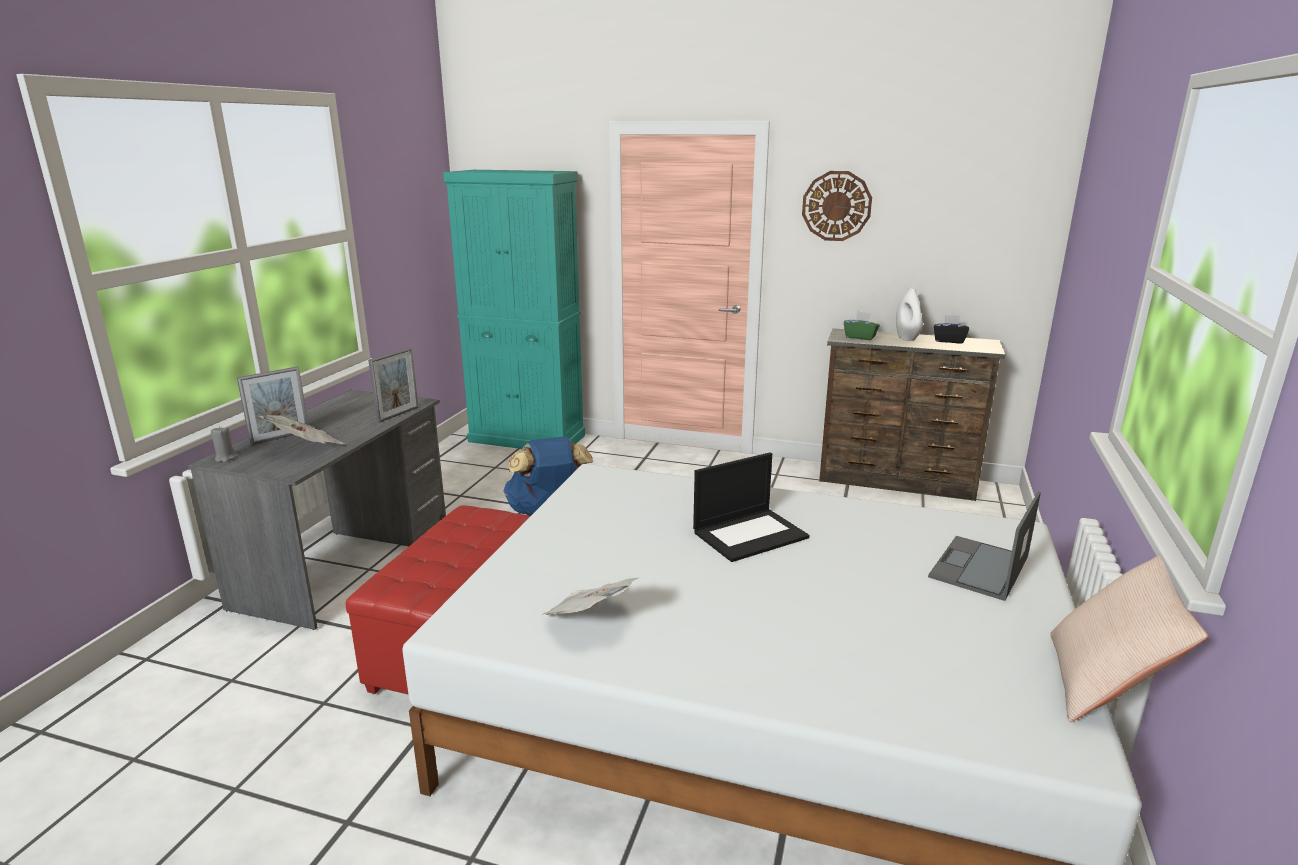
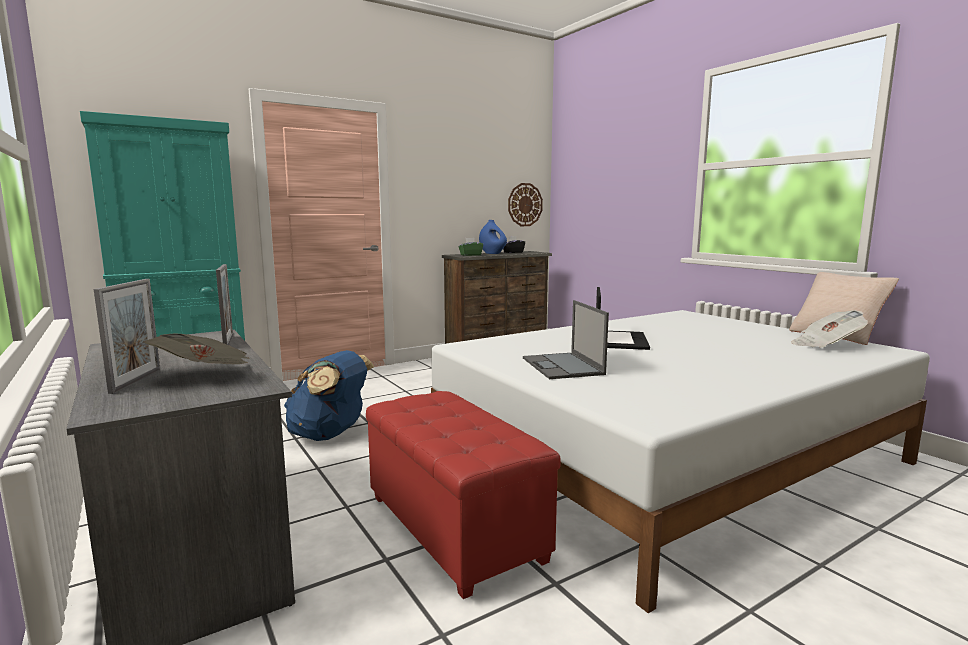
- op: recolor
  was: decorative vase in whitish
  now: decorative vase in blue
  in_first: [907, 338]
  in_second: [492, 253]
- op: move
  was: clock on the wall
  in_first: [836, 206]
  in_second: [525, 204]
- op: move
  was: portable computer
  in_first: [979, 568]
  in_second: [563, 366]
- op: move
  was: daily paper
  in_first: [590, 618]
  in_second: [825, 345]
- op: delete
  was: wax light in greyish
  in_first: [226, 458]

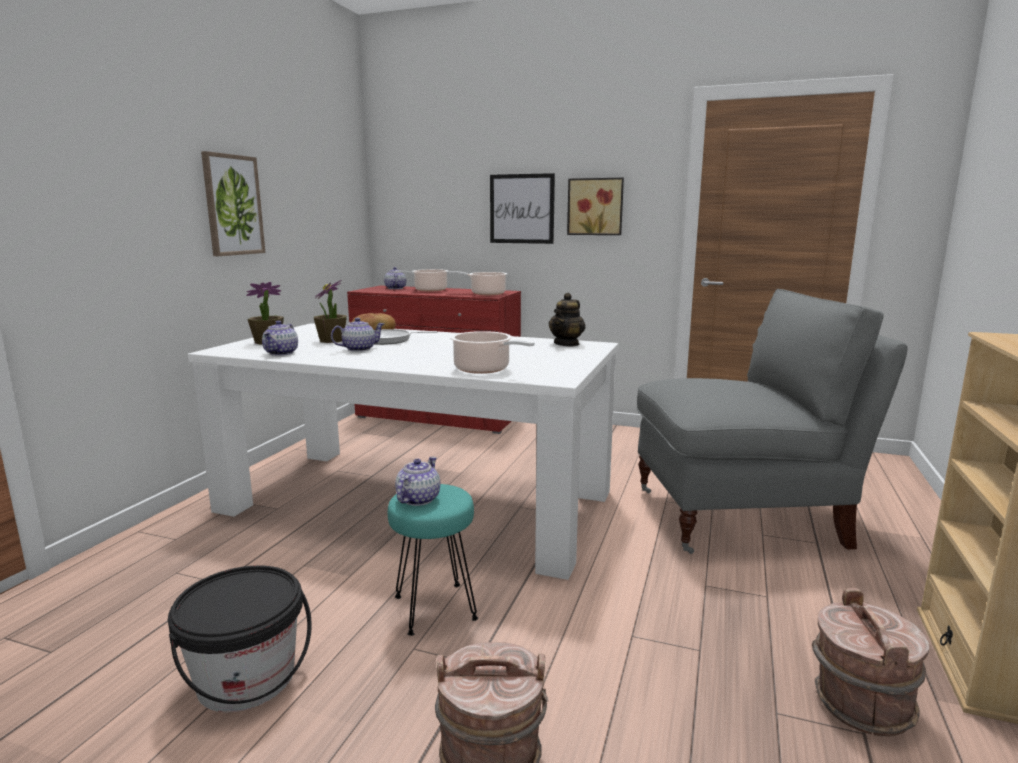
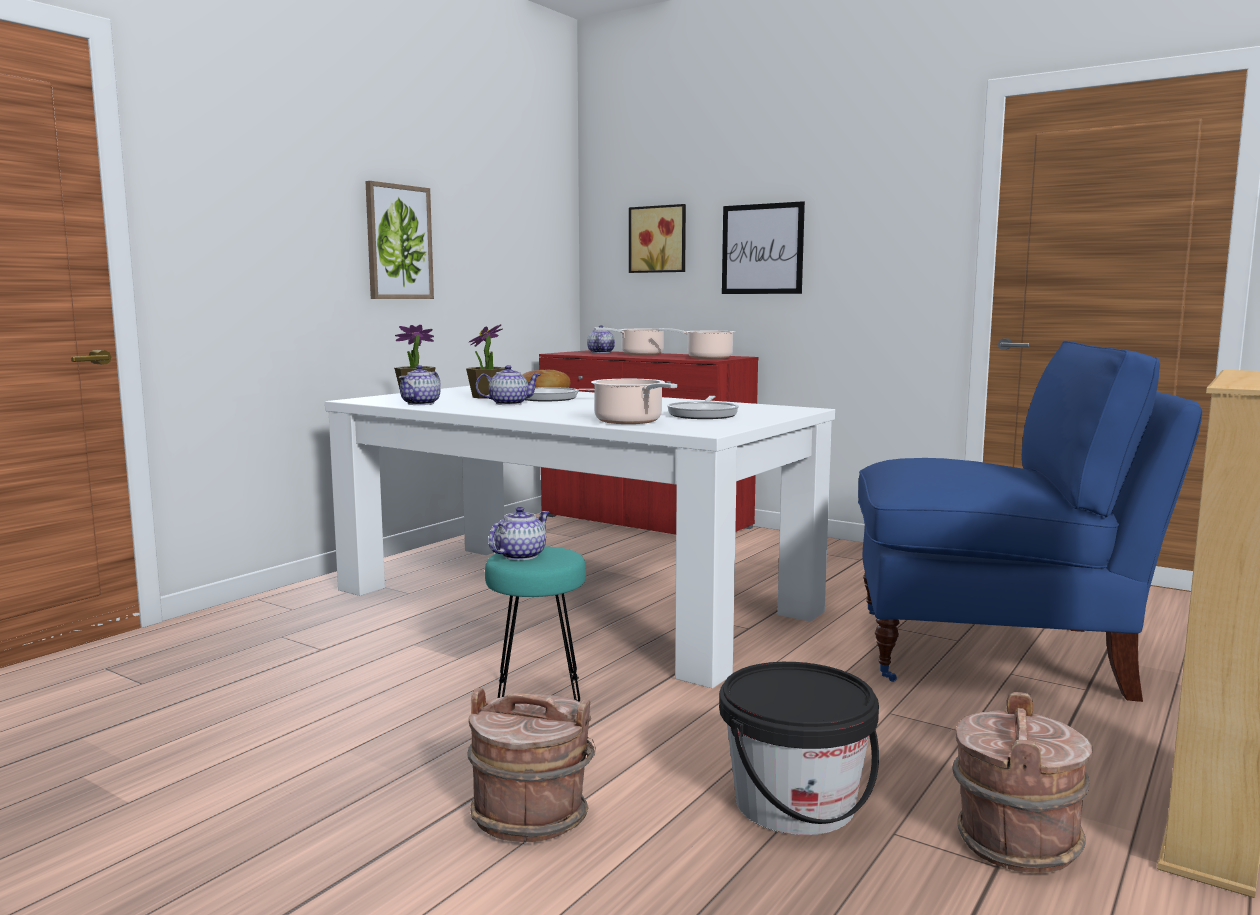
- op: move
  was: wall picture
  in_first: [595, 206]
  in_second: [659, 239]
- op: insert
  now: pan
  in_second: [704, 414]
- op: move
  was: pail in black-coloured
  in_first: [247, 679]
  in_second: [795, 803]
- op: recolor
  was: plain chair in greyish
  now: plain chair in blue
  in_first: [741, 517]
  in_second: [993, 653]
- op: delete
  was: pot for tea
  in_first: [567, 344]

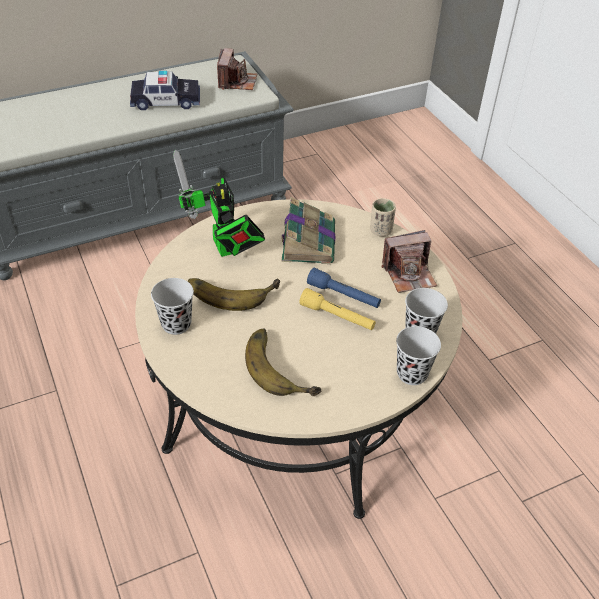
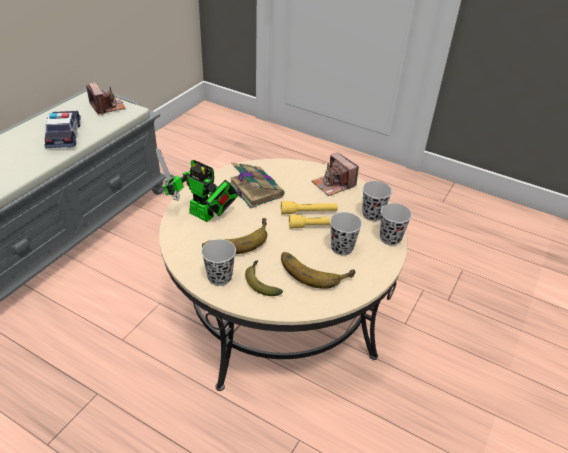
- op: rotate
  was: miniature car
  in_first: [166, 101]
  in_second: [64, 135]
  clockwise: -60
- op: insert
  now: whole banana
  in_second: [261, 282]
- op: recolor
  was: flashlight in blue
  now: flashlight in yellow
  in_first: [343, 295]
  in_second: [308, 212]
- op: rotate
  was: still camera
  in_first: [409, 274]
  in_second: [333, 184]
  clockwise: 105
- op: insert
  now: drinking cup in black-coloured
  in_second: [342, 248]
- op: delete
  was: drinking cup in sand-coloured
  in_first: [380, 231]

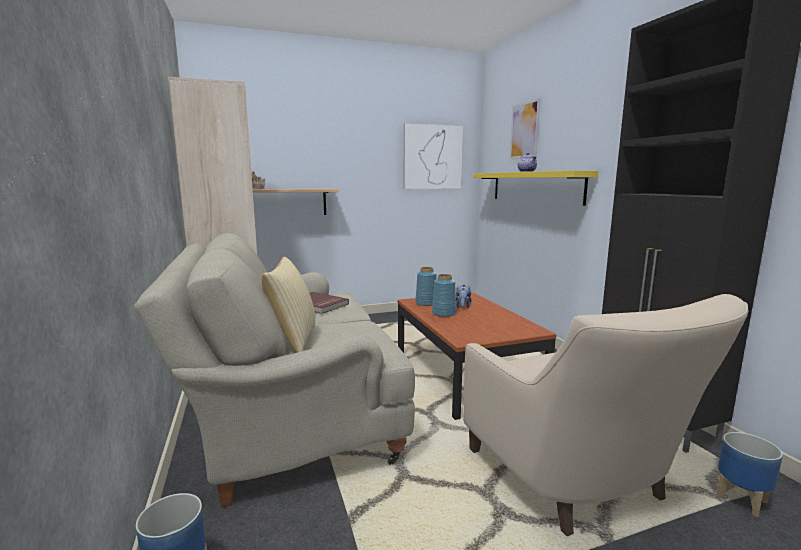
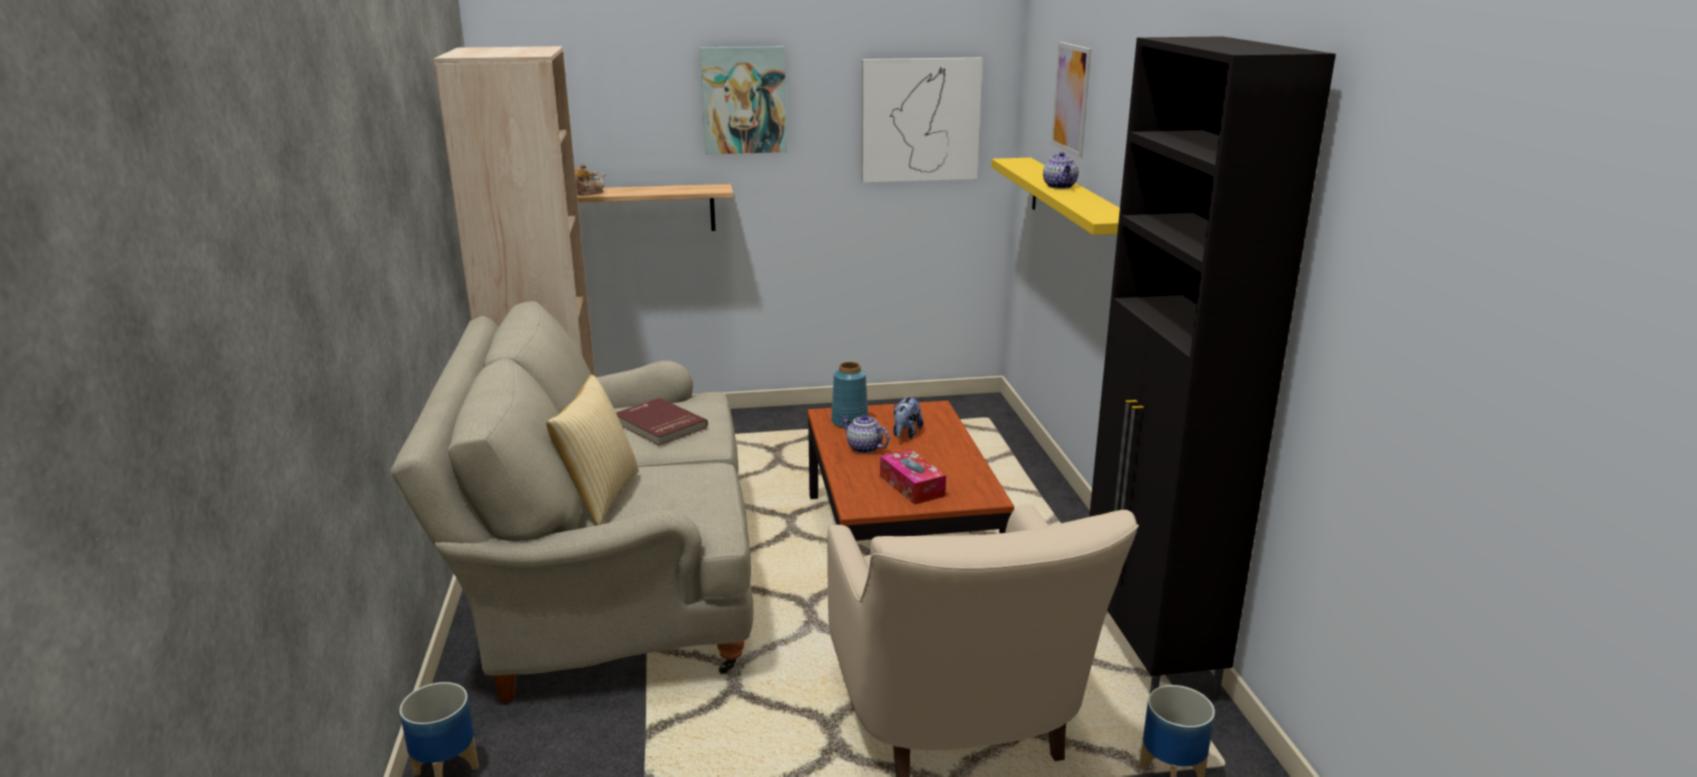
- op: insert
  now: wall picture
  in_second: [744, 100]
- op: replace
  was: decorative vase in blue
  now: pot for tea
  in_first: [443, 313]
  in_second: [863, 448]
- op: insert
  now: tissue holder
  in_second: [912, 486]

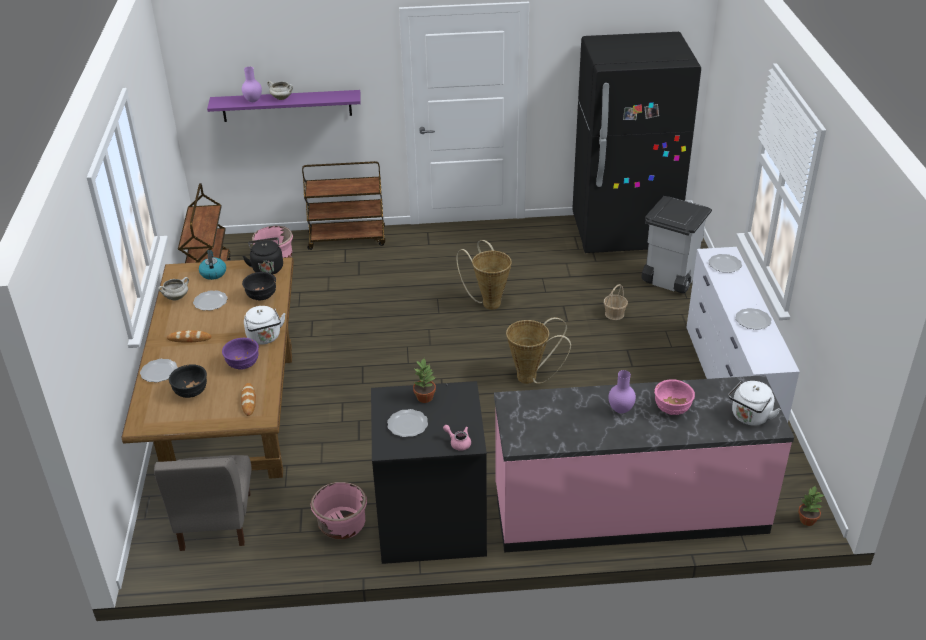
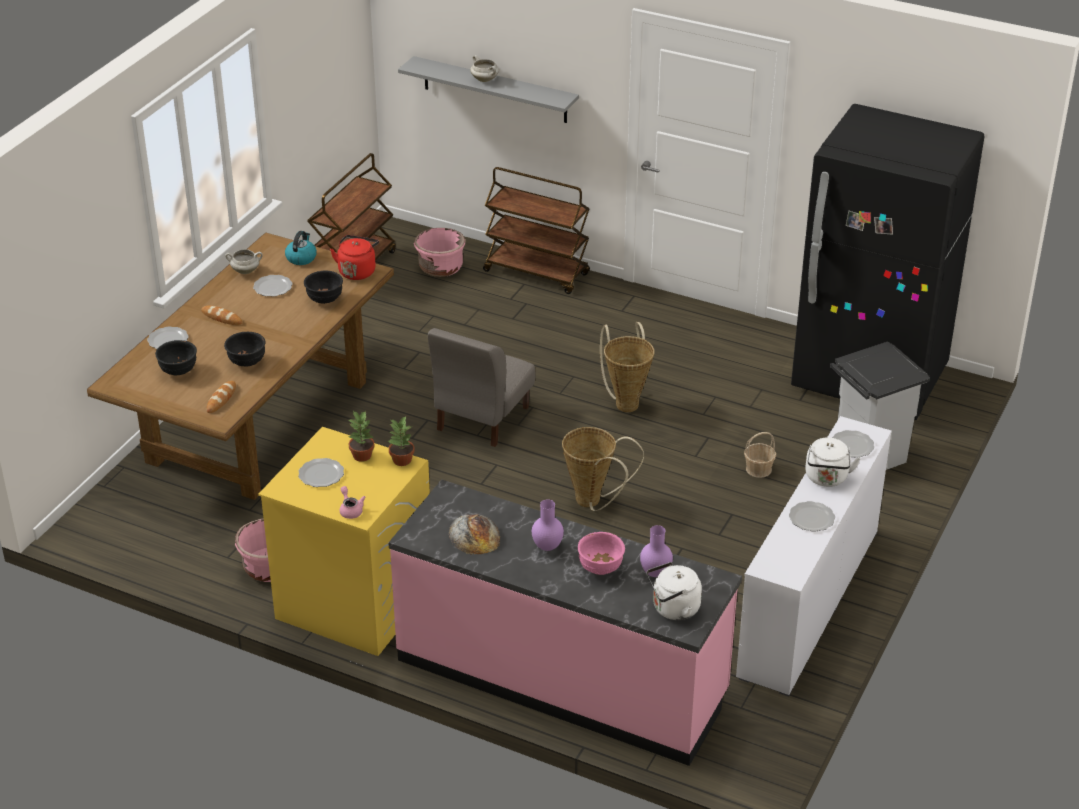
- op: recolor
  was: serving bowl in purplish
  now: serving bowl in black-coloured
  in_first: [242, 365]
  in_second: [246, 362]
- op: recolor
  was: washing machine in black-coloured
  now: washing machine in yellow
  in_first: [430, 523]
  in_second: [353, 602]
- op: recolor
  was: water kettle in black-coloured
  now: water kettle in red
  in_first: [267, 268]
  in_second: [357, 271]
- op: move
  was: plant in a pot
  in_first: [807, 520]
  in_second: [401, 460]
- op: recolor
  was: wall shelf in purplish
  now: wall shelf in greyish
  in_first: [286, 105]
  in_second: [495, 90]
- op: move
  was: plain chair in greyish
  in_first: [215, 522]
  in_second: [482, 418]
- op: insert
  now: baked bread
  in_second: [474, 535]
- op: move
  was: decorative vase in purplish
  in_first: [253, 101]
  in_second: [654, 573]
- op: move
  was: water kettle in whitish
  in_first: [265, 338]
  in_second: [827, 479]

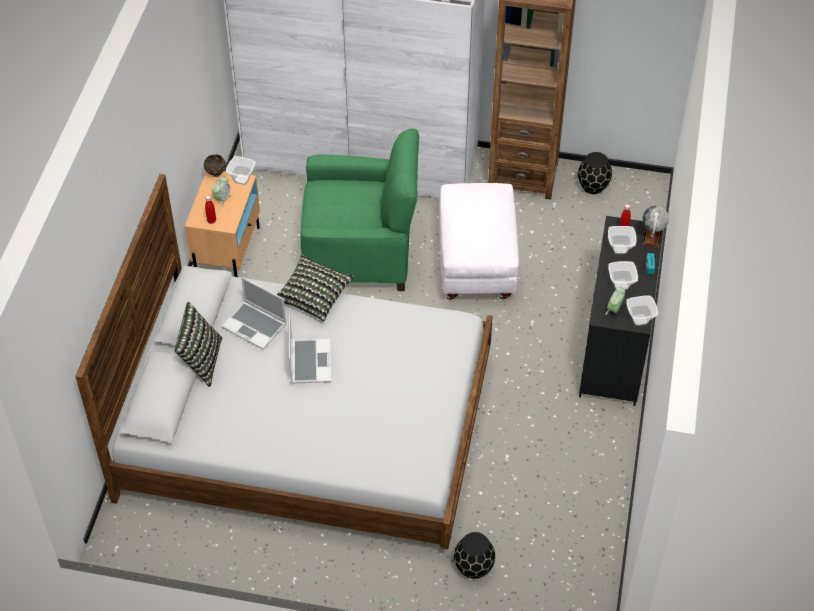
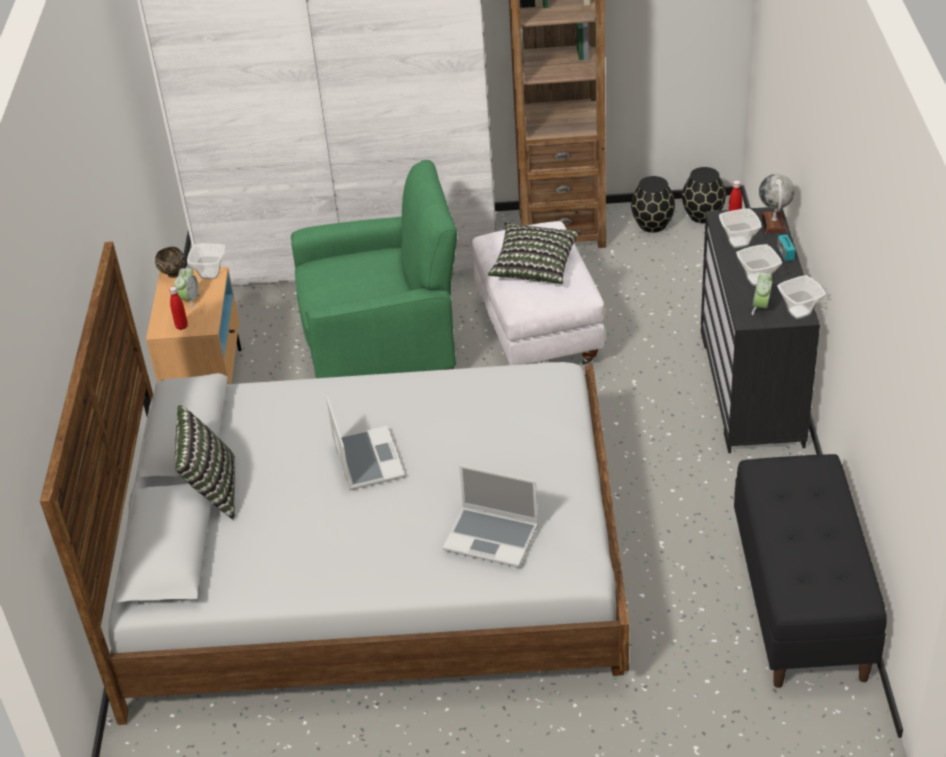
- op: move
  was: portable computer
  in_first: [255, 326]
  in_second: [492, 537]
- op: move
  was: pillow
  in_first: [313, 296]
  in_second: [534, 266]
- op: move
  was: decorative vase in black-coloured
  in_first: [473, 567]
  in_second: [702, 215]
- op: insert
  now: long seat in black-coloured
  in_second: [802, 603]

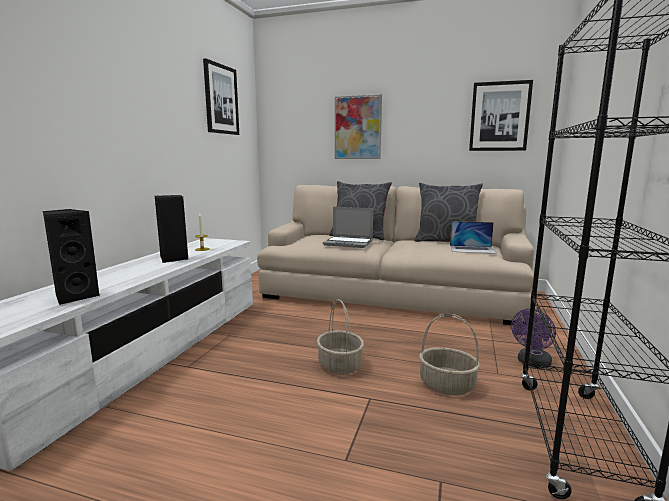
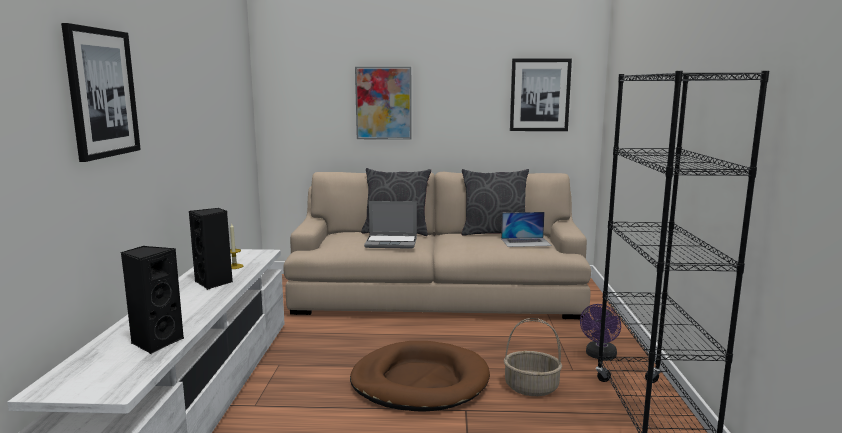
- op: move
  was: wall picture
  in_first: [221, 99]
  in_second: [102, 93]
- op: replace
  was: household basket
  now: dog bed in brown-coloured
  in_first: [339, 365]
  in_second: [420, 381]

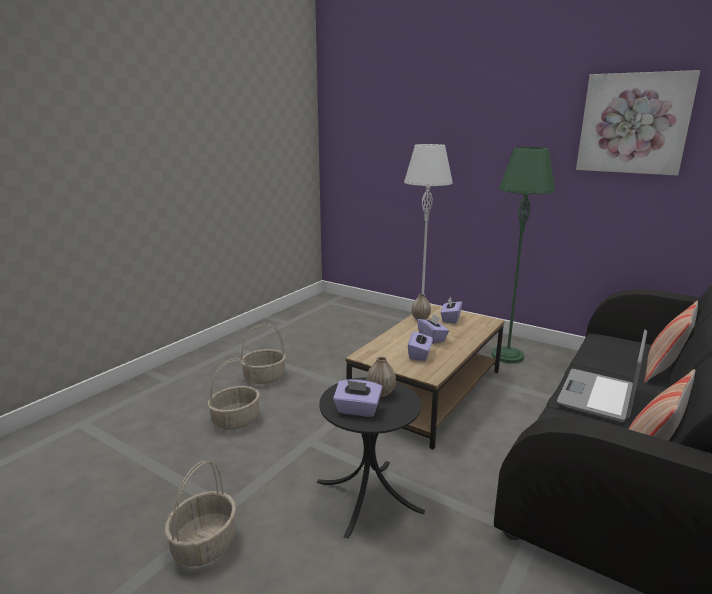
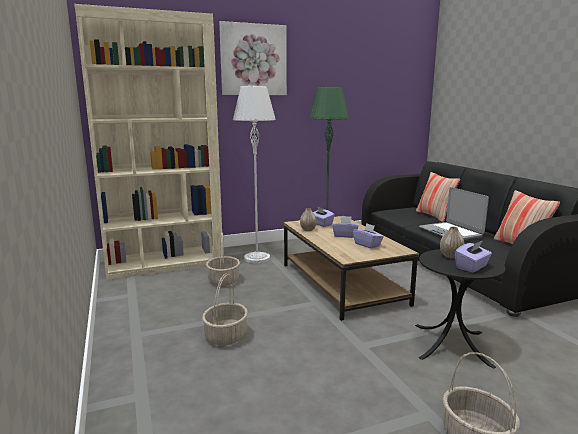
- op: insert
  now: shelving unit in sand-coloured
  in_second: [165, 263]
- op: move
  was: household basket
  in_first: [236, 419]
  in_second: [223, 280]
- op: move
  was: wall picture
  in_first: [633, 123]
  in_second: [253, 60]

